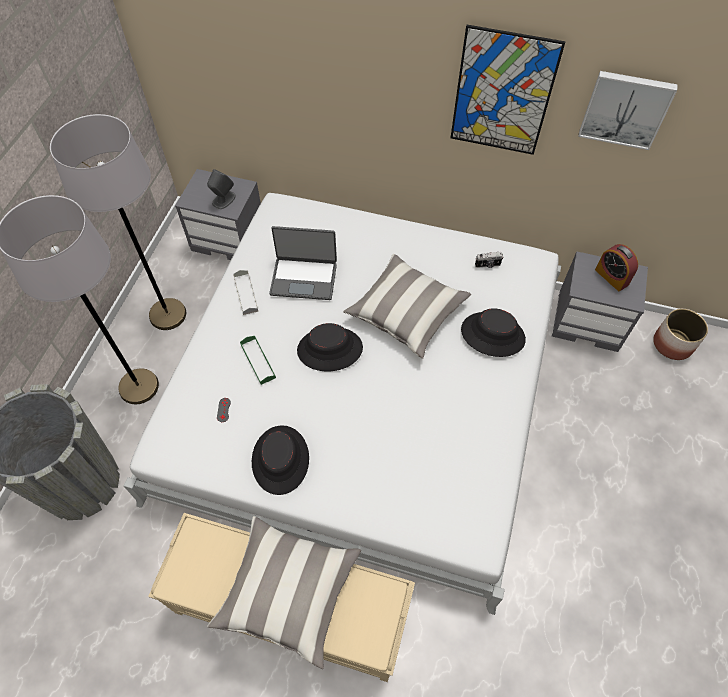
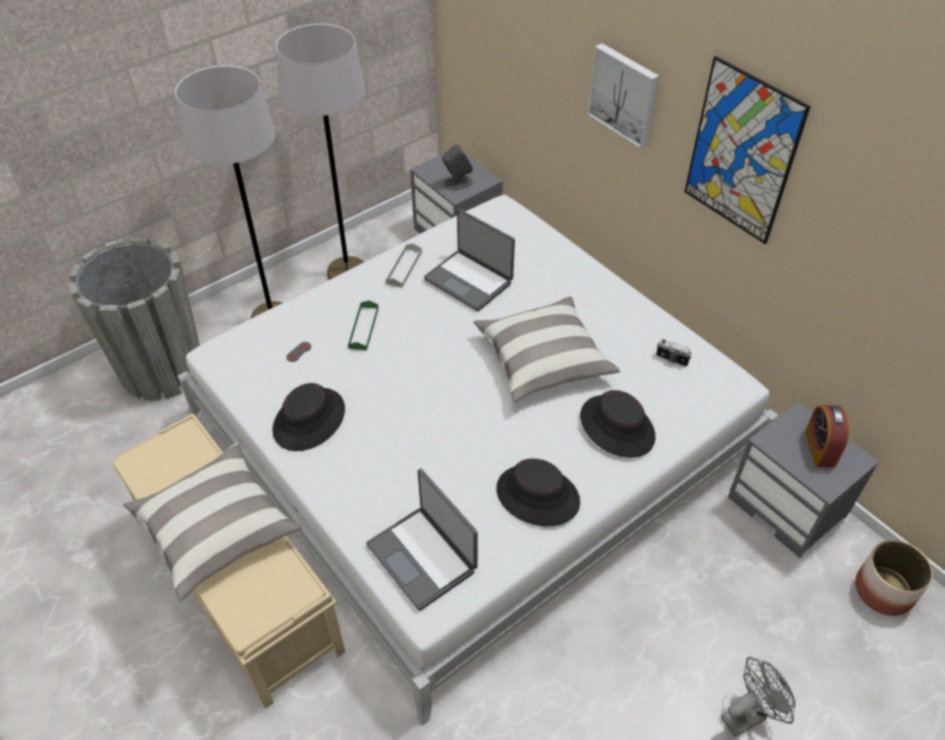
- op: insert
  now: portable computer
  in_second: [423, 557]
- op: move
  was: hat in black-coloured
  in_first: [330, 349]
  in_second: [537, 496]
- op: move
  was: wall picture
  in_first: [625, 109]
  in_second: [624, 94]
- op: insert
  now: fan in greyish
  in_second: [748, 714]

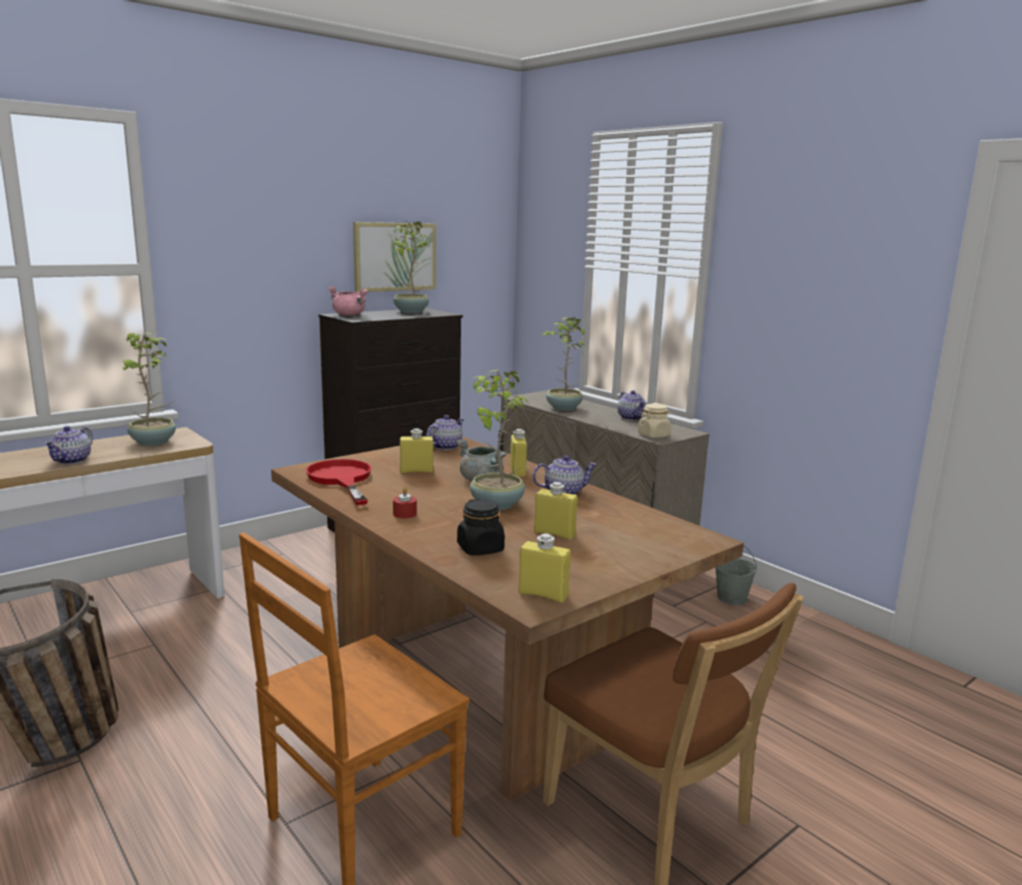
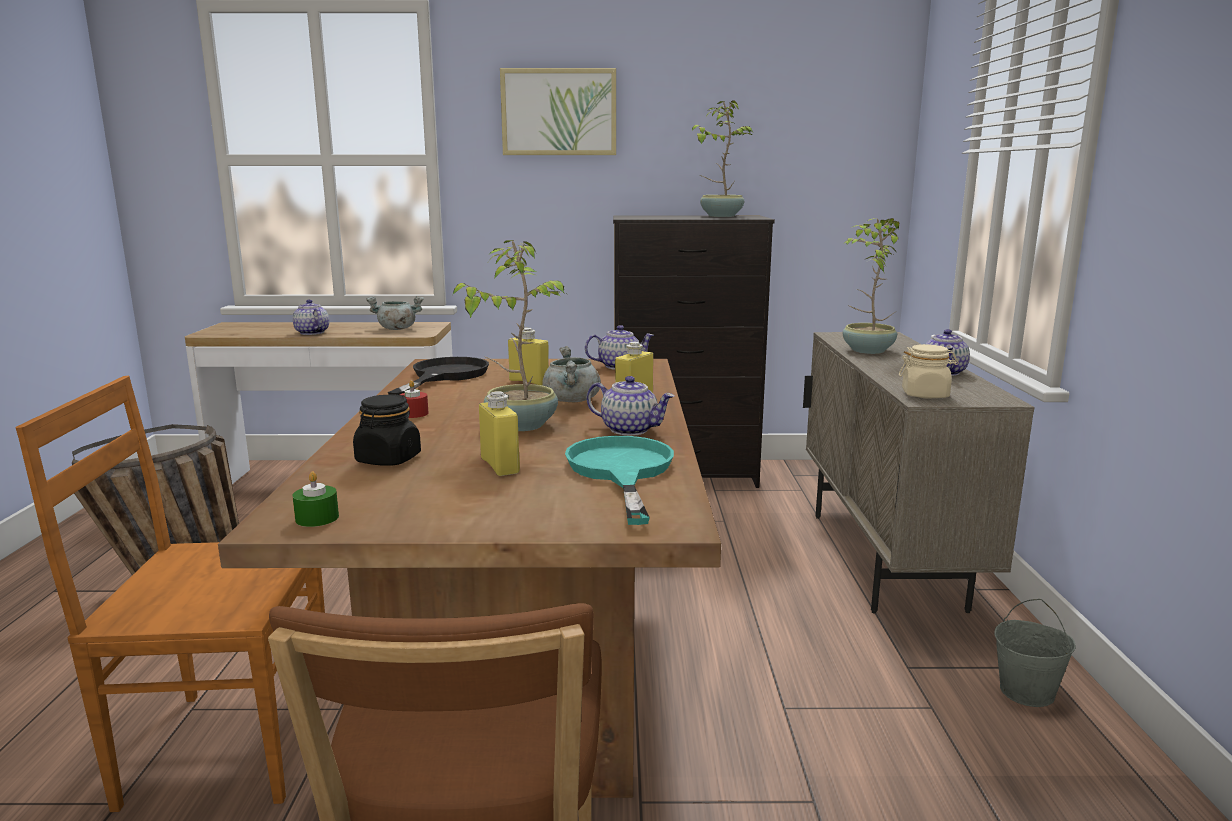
- op: replace
  was: bottle in yellow
  now: wax light in green
  in_first: [543, 594]
  in_second: [317, 518]
- op: rotate
  was: pot for tea
  in_first: [72, 460]
  in_second: [311, 333]
  clockwise: 90
- op: replace
  was: plant in a pot
  now: saucepot in greyish
  in_first: [154, 442]
  in_second: [396, 329]
- op: recolor
  was: pan in red
  now: pan in black-coloured
  in_first: [341, 479]
  in_second: [444, 376]
- op: move
  was: wall picture
  in_first: [394, 256]
  in_second: [559, 112]
- op: insert
  now: pan in blue-green
  in_second: [621, 471]
- op: delete
  was: saucepot in pink-coloured
  in_first: [349, 315]

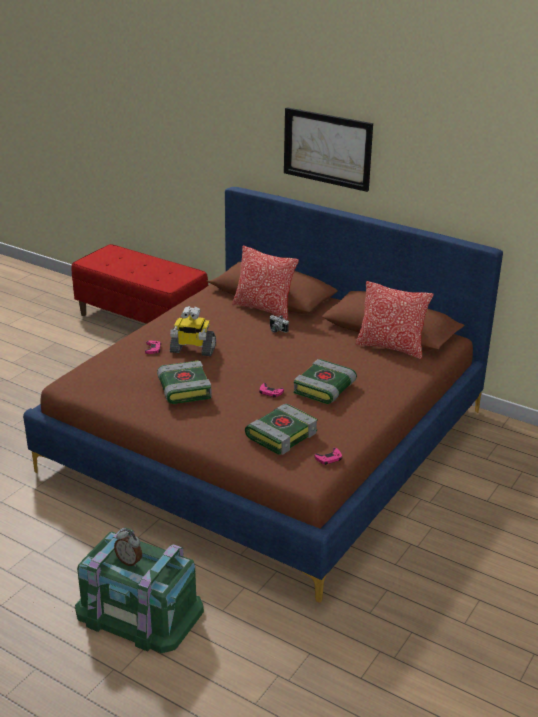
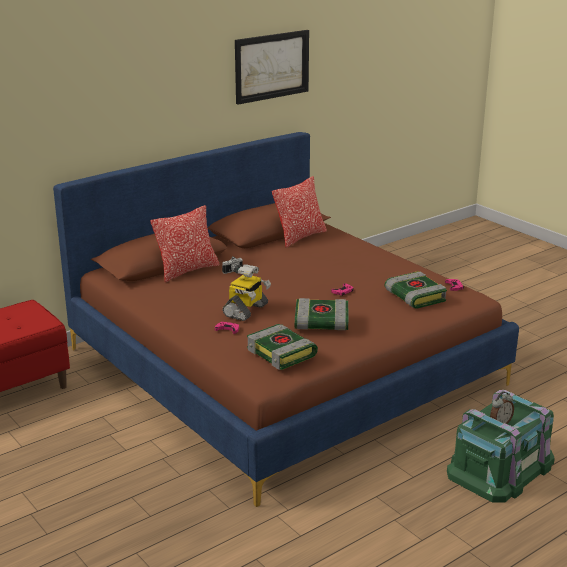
- op: move
  was: wall picture
  in_first: [327, 148]
  in_second: [271, 66]
- op: move
  was: volume
  in_first: [324, 389]
  in_second: [282, 353]

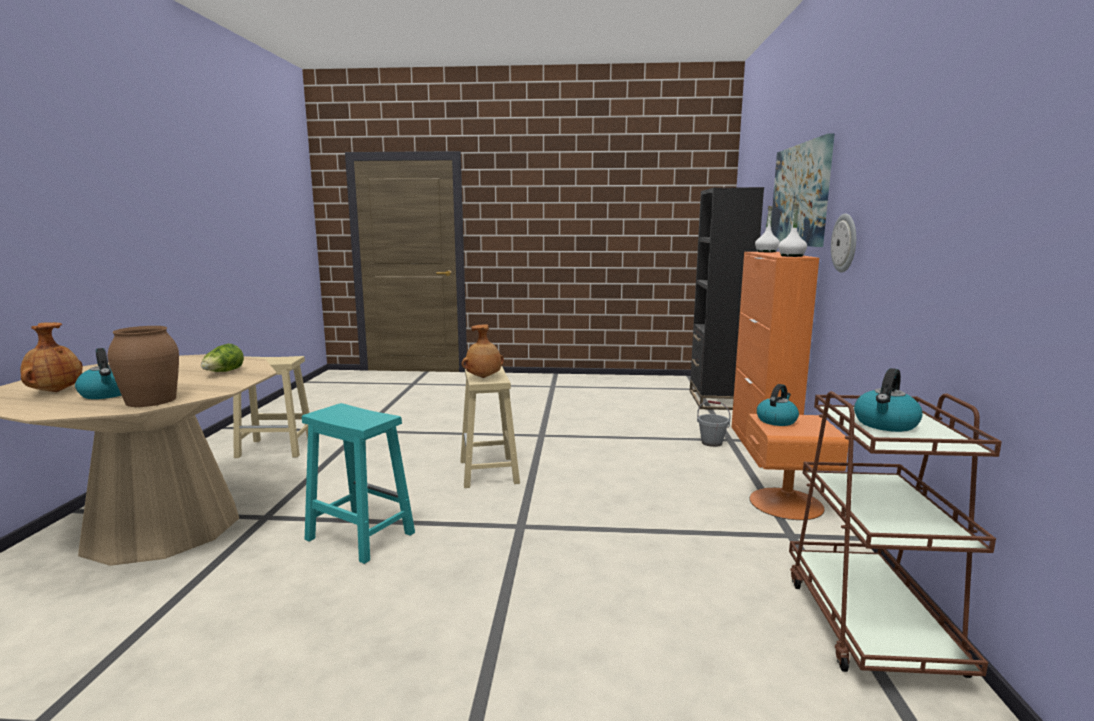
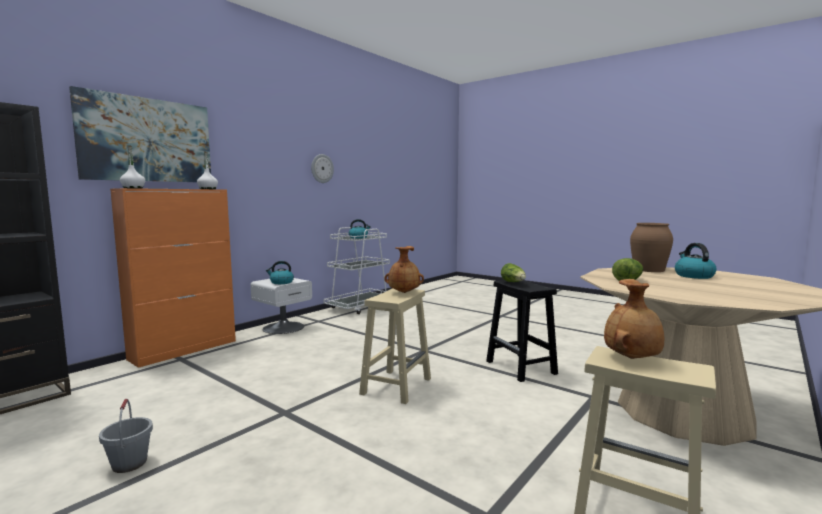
- op: move
  was: pail in greyish
  in_first: [712, 443]
  in_second: [129, 463]
- op: recolor
  was: bedside table in orange-coloured
  now: bedside table in whitish
  in_first: [787, 503]
  in_second: [283, 327]
- op: move
  was: clock on the wall
  in_first: [845, 243]
  in_second: [322, 168]
- op: recolor
  was: trolley in brown-coloured
  now: trolley in whitish
  in_first: [869, 623]
  in_second: [360, 307]
- op: recolor
  was: stool in blue-green
  now: stool in black-coloured
  in_first: [359, 536]
  in_second: [521, 368]
- op: insert
  now: lettuce head
  in_second: [514, 282]
- op: move
  was: decorative vase in brown-coloured
  in_first: [55, 392]
  in_second: [633, 358]

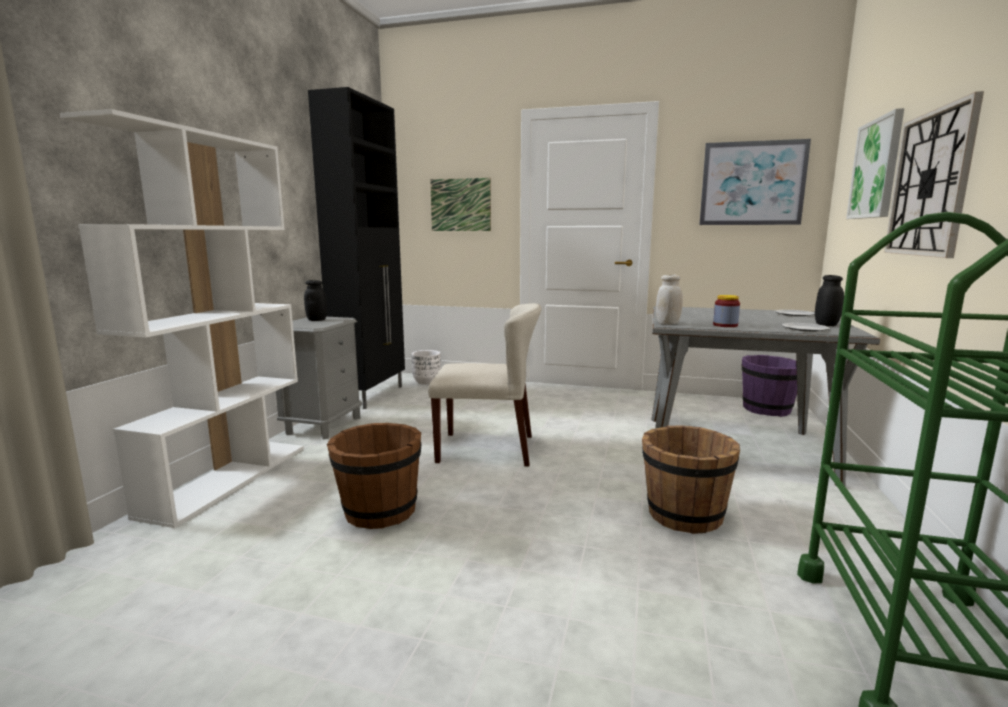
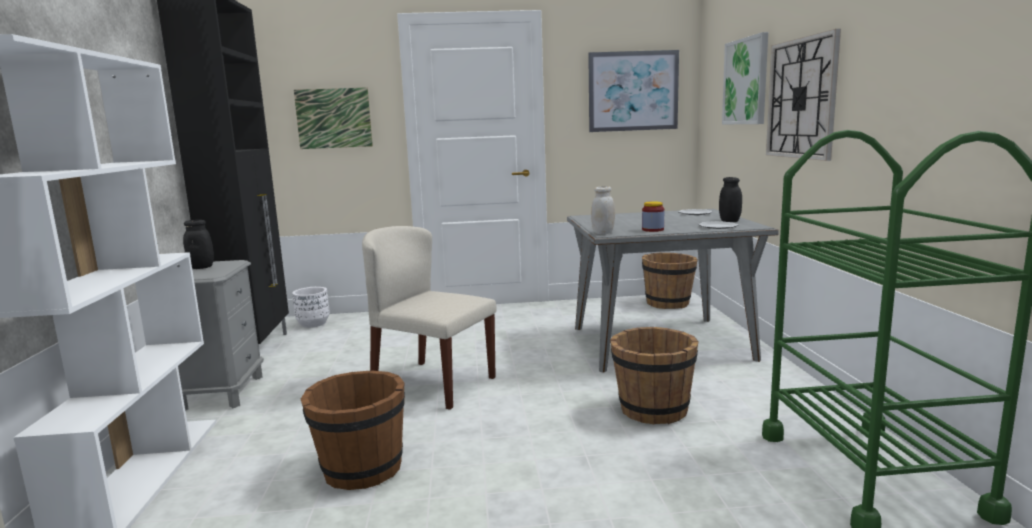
- op: rotate
  was: plain chair in sand-coloured
  in_first: [487, 448]
  in_second: [432, 384]
  clockwise: -135
- op: recolor
  was: pail in purplish
  now: pail in brown-coloured
  in_first: [767, 409]
  in_second: [668, 303]

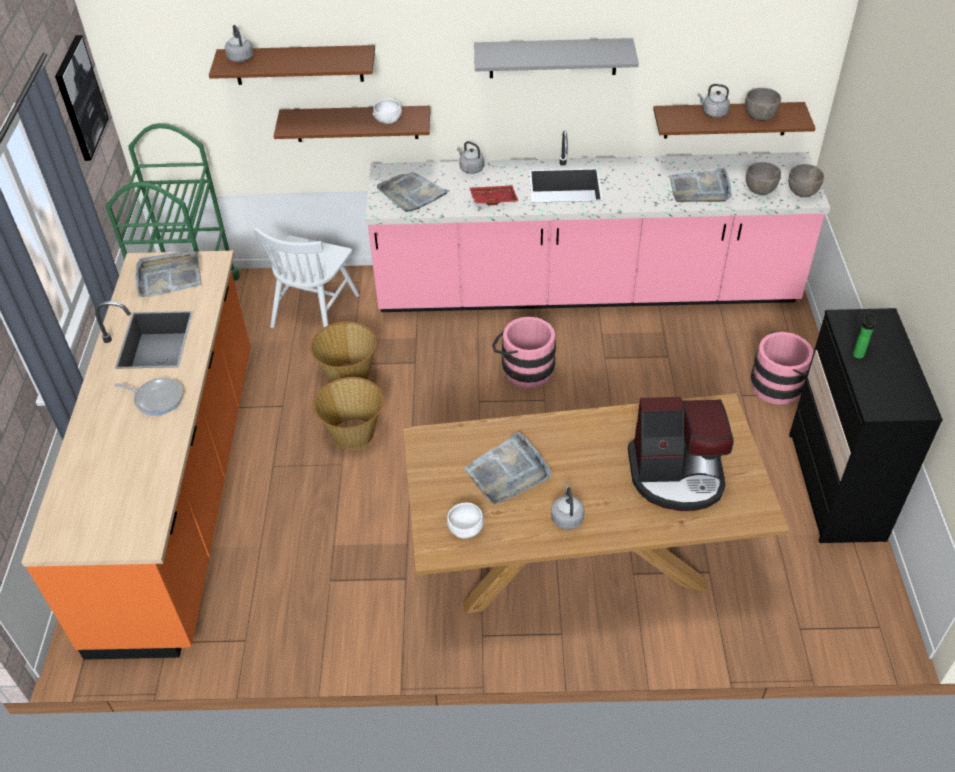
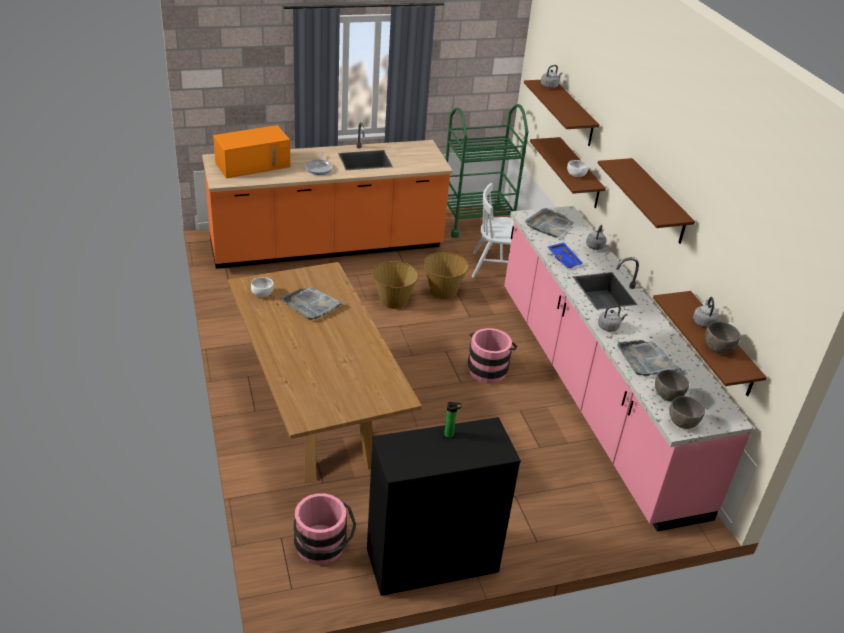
- op: insert
  now: microwave oven in orange-coloured
  in_second: [254, 164]
- op: move
  was: pail in pink-coloured
  in_first: [781, 385]
  in_second: [322, 549]
- op: recolor
  was: serving tray in red
  now: serving tray in blue
  in_first: [493, 199]
  in_second: [564, 259]
- op: recolor
  was: wall shelf in greyish
  now: wall shelf in brown-coloured
  in_first: [553, 58]
  in_second: [658, 202]
- op: move
  was: water kettle in greyish
  in_first: [567, 517]
  in_second: [609, 327]
- op: delete
  was: wall picture
  in_first: [80, 98]
- op: delete
  was: serving tray in greyish
  in_first: [168, 276]
- op: delete
  was: coffee maker
  in_first: [677, 476]

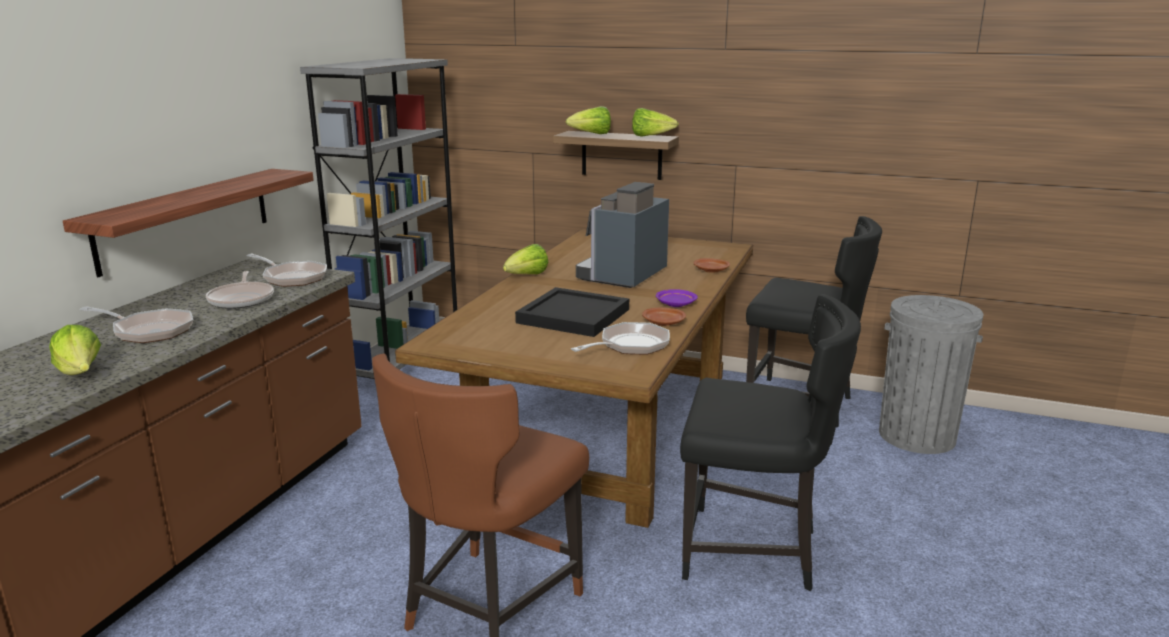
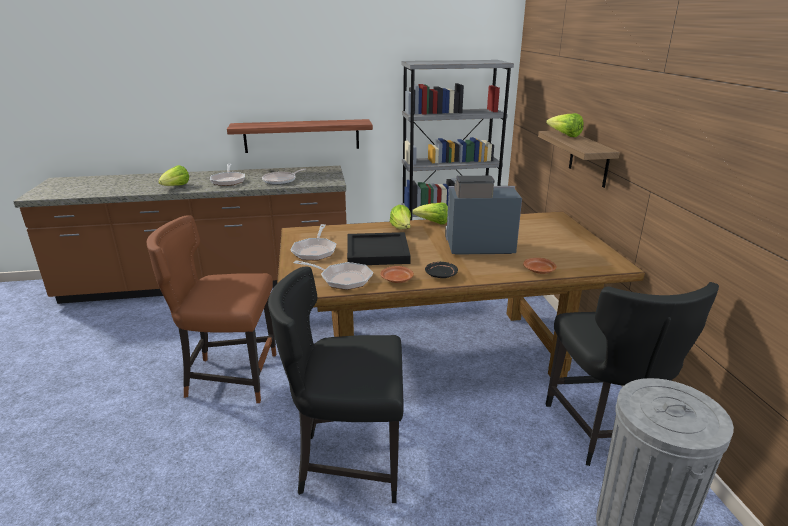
- op: rotate
  was: plain chair in black-coloured
  in_first: [753, 551]
  in_second: [348, 462]
  clockwise: 105
- op: move
  was: pan
  in_first: [292, 277]
  in_second: [315, 251]
- op: move
  was: lettuce head
  in_first: [650, 136]
  in_second: [402, 229]
- op: recolor
  was: plate in purplish
  now: plate in black-coloured
  in_first: [675, 304]
  in_second: [440, 275]

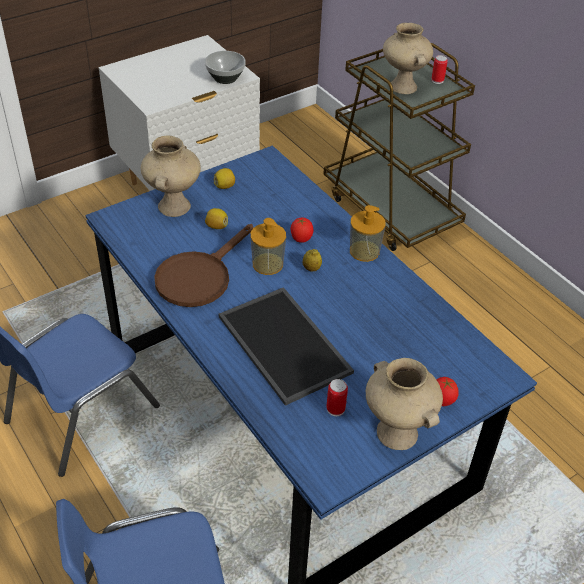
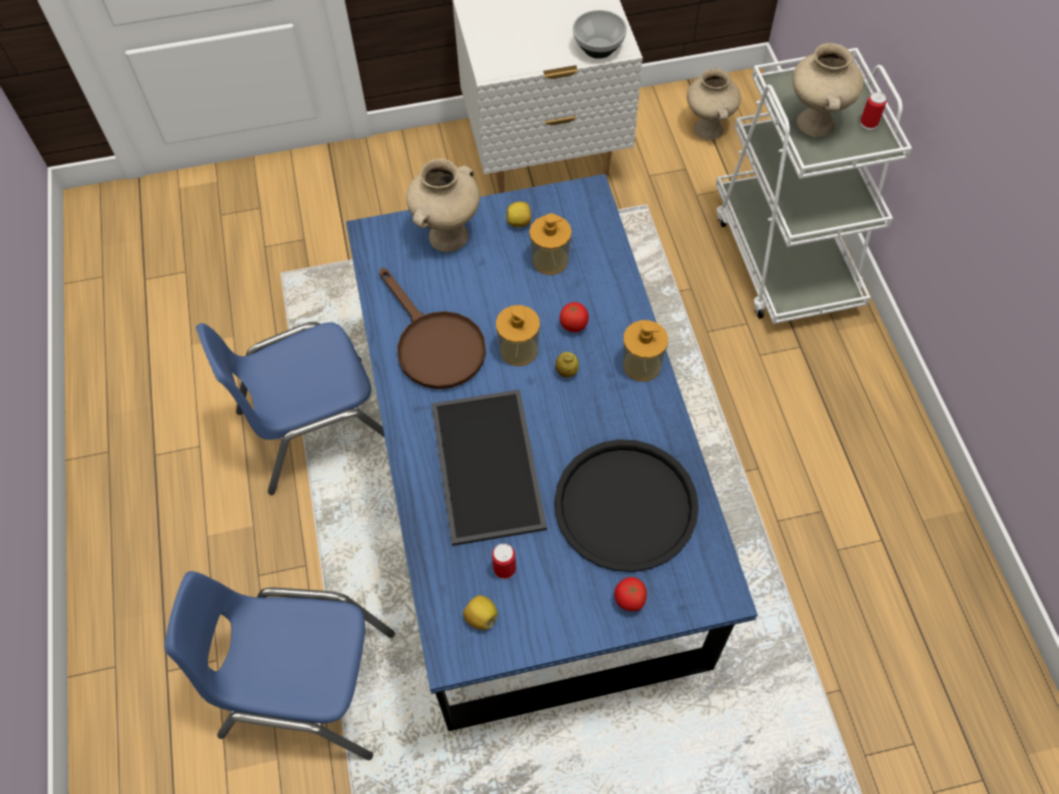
- op: rotate
  was: pan in brown-coloured
  in_first: [199, 276]
  in_second: [434, 344]
  clockwise: -90
- op: move
  was: lemon
  in_first: [216, 226]
  in_second: [481, 617]
- op: insert
  now: liquid soap bottle
  in_second: [550, 260]
- op: insert
  now: serving tray in black-coloured
  in_second: [626, 505]
- op: move
  was: decorative vase in sand-coloured
  in_first: [395, 433]
  in_second: [707, 129]
- op: recolor
  was: trolley in brown-coloured
  now: trolley in whitish
  in_first: [390, 209]
  in_second: [785, 256]

